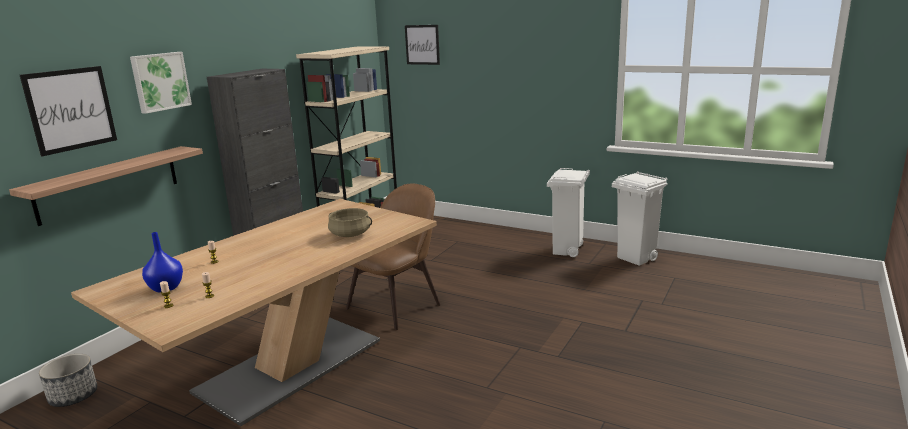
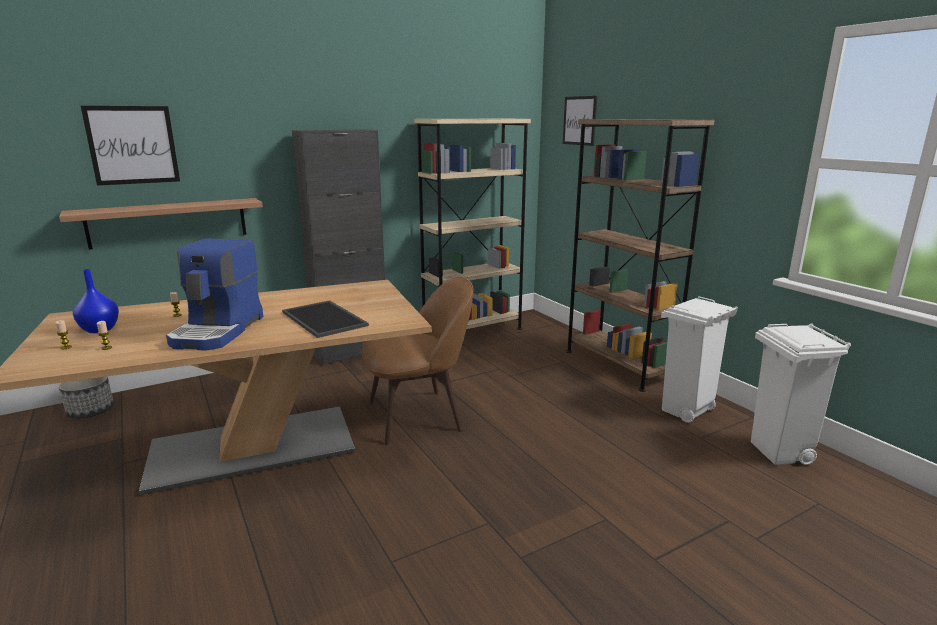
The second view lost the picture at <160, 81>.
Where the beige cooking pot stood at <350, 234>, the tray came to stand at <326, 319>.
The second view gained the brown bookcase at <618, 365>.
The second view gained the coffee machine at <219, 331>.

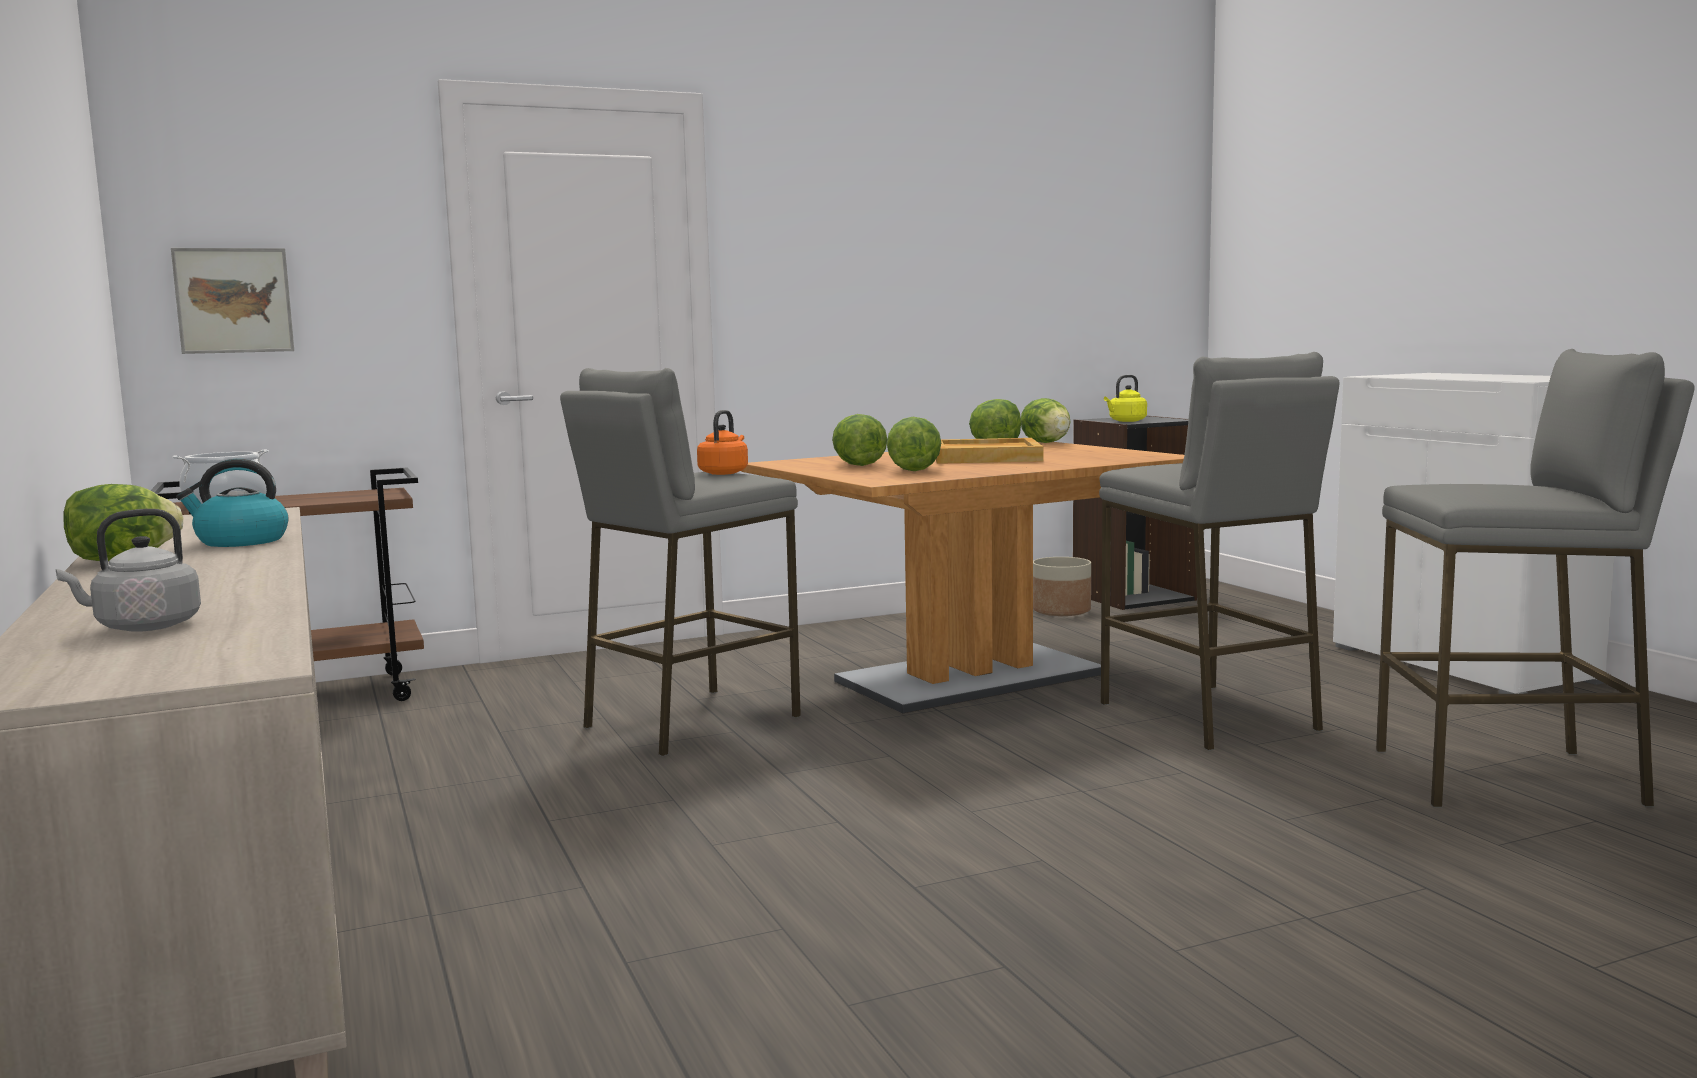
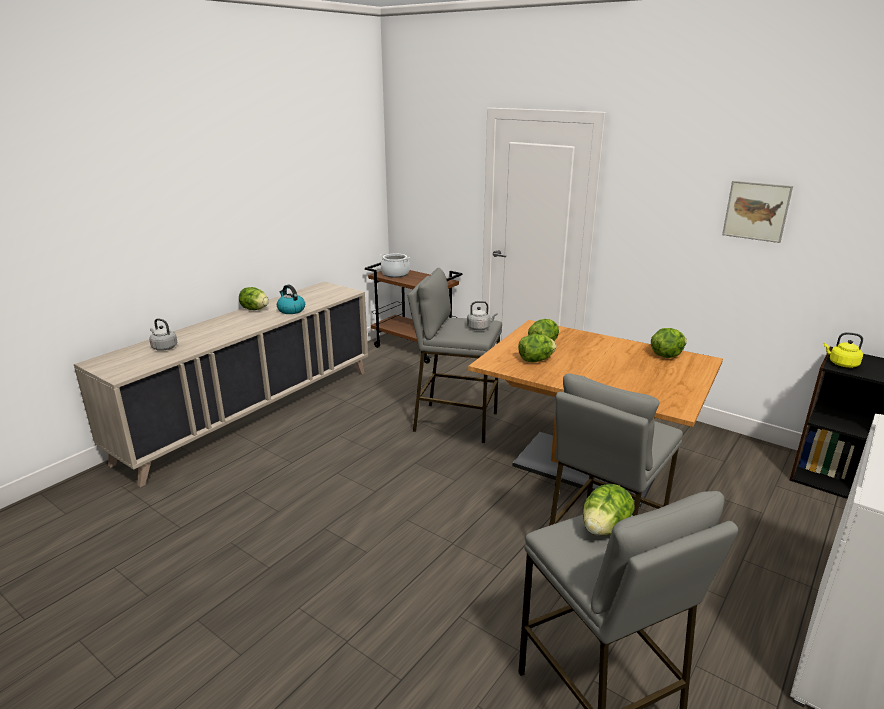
The picture ended up elsewhere, having gone from <234, 300> to <756, 211>.
The lettuce ended up elsewhere, having gone from <1046, 443> to <604, 528>.
What was the orange kettle at <724, 473> turned into the grey kettle at <480, 328>.
The second view lost the beige tray at <987, 457>.
The second view lost the planter at <1061, 610>.

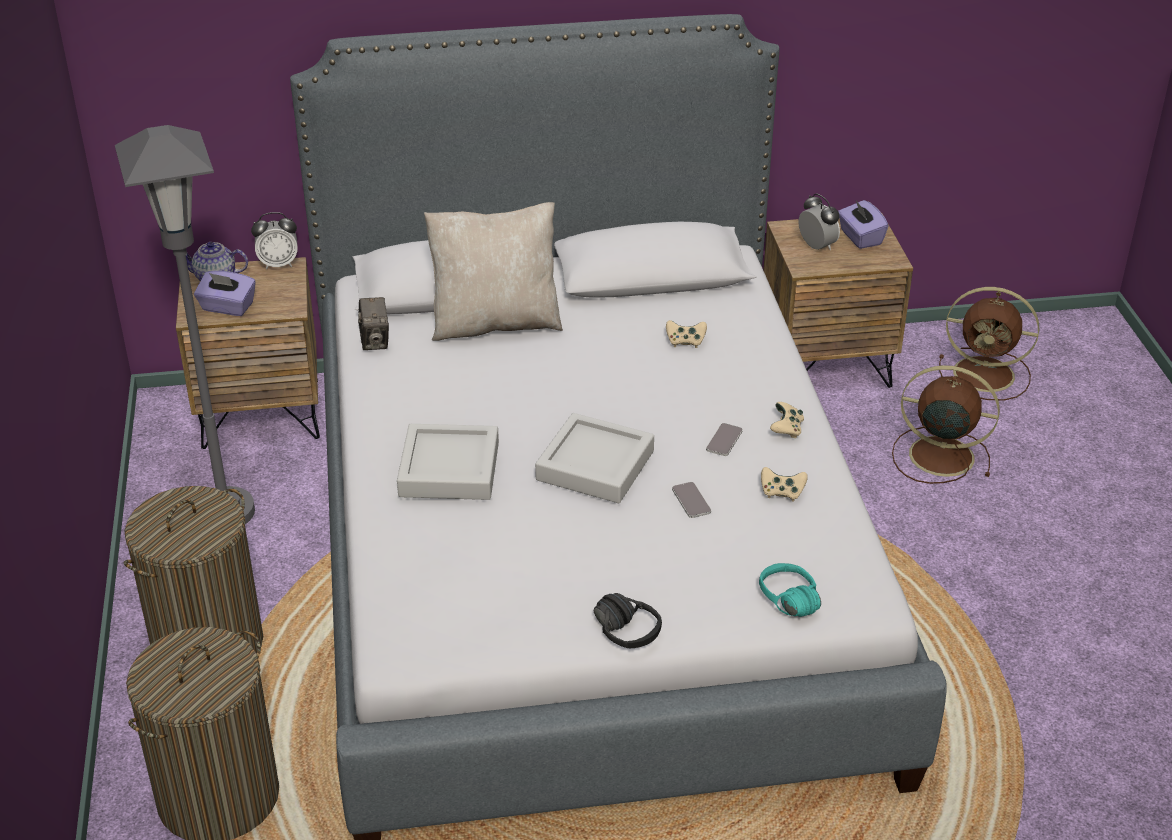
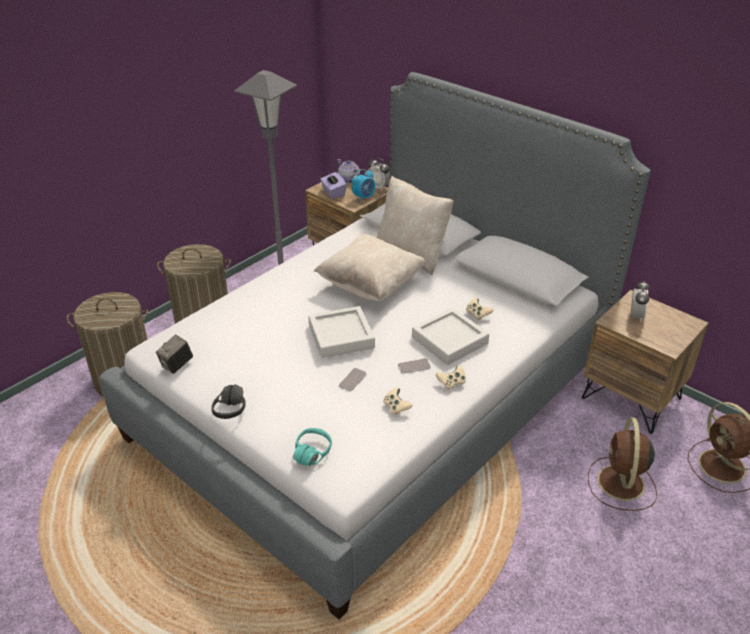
The second view lost the purple tissue box at <860, 237>.
The photo camera ended up elsewhere, having gone from <375, 341> to <177, 365>.
The brown fan at <938, 455> ended up facing another way, 150 degrees counterclockwise from before.
The grey tray ended up elsewhere, having gone from <449, 469> to <449, 340>.
The second view gained the alarm clock at <364, 197>.
The second view gained the beige pillow at <371, 285>.

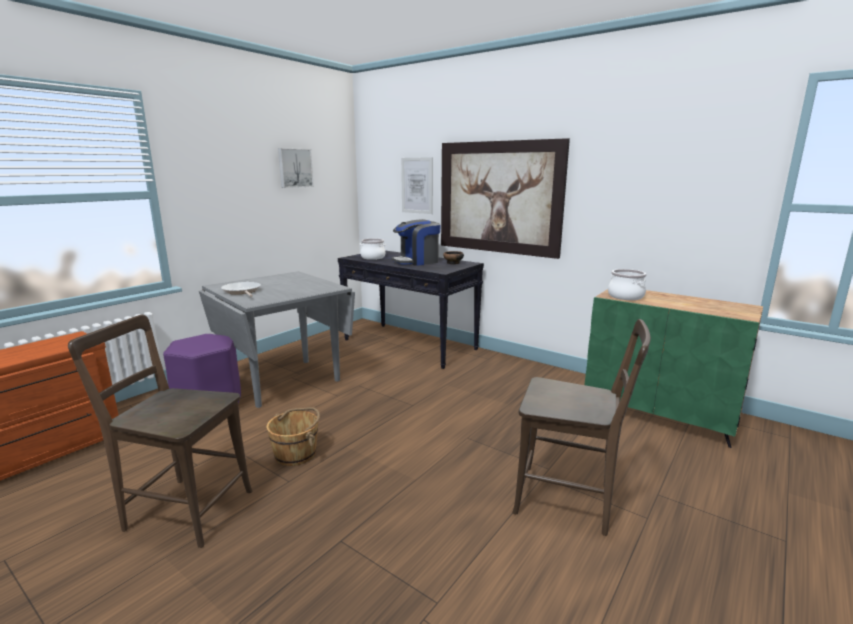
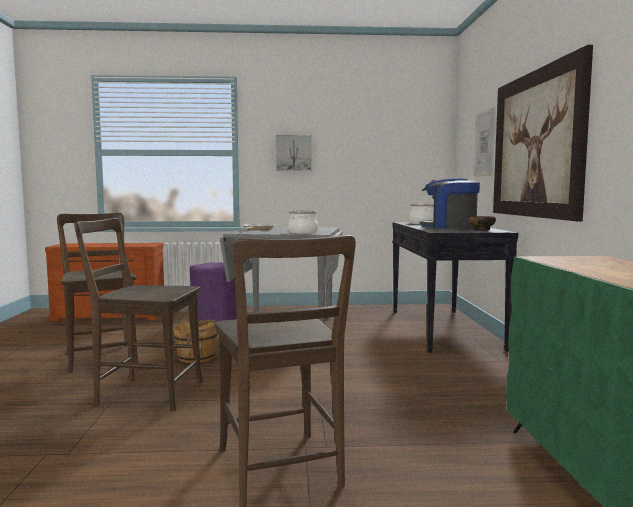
The picture ended up elsewhere, having gone from <295, 168> to <293, 153>.
The cooking pot ended up elsewhere, having gone from <626, 296> to <303, 232>.
The second view gained the brown chair at <145, 393>.

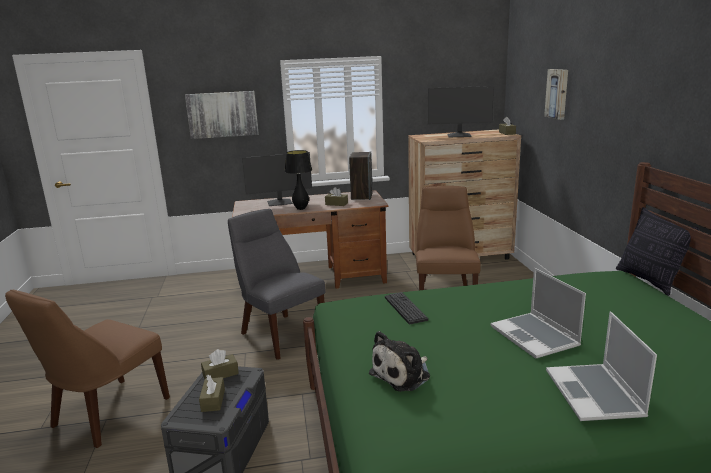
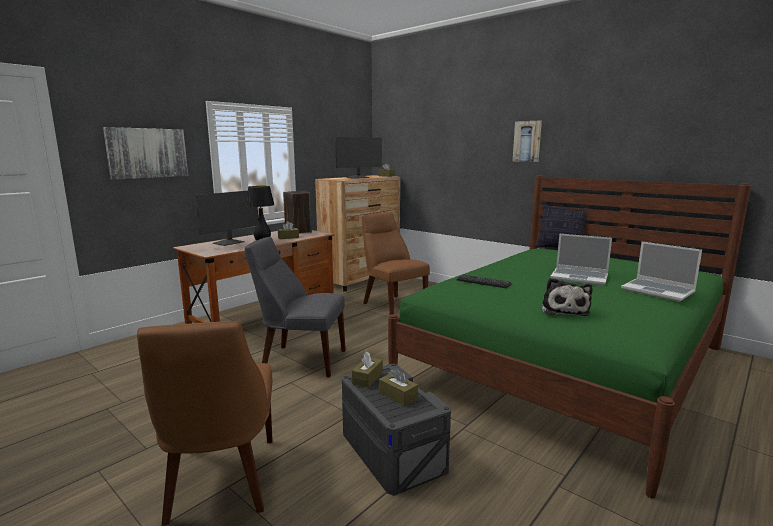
The picture ended up elsewhere, having gone from <558, 93> to <527, 141>.

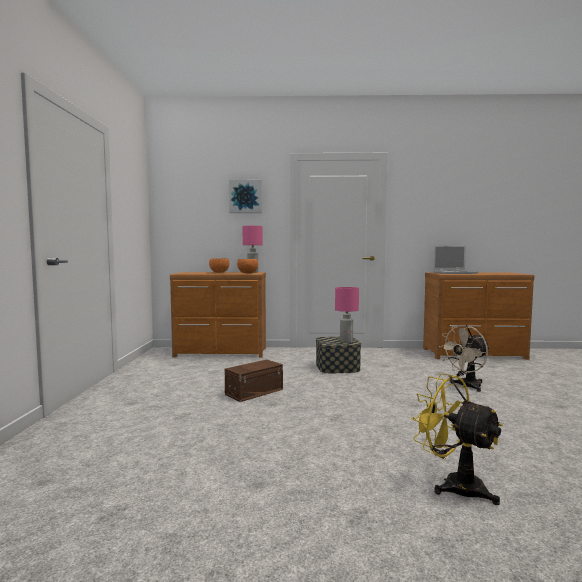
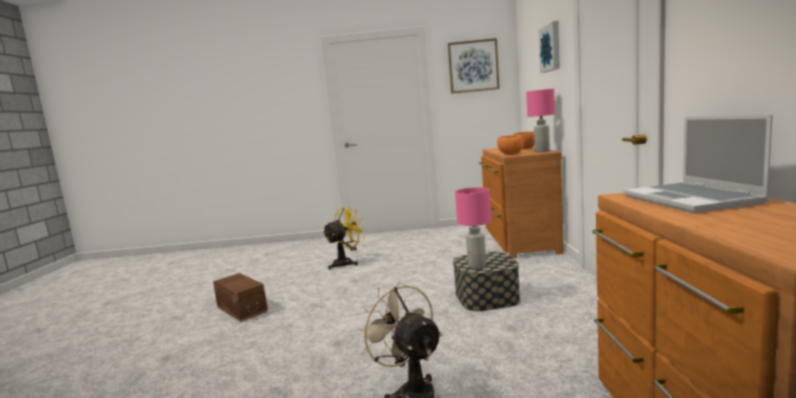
The brown storage box ended up elsewhere, having gone from <253, 392> to <242, 308>.
The yellow fan ended up elsewhere, having gone from <454, 484> to <347, 263>.
The second view gained the picture at <473, 66>.

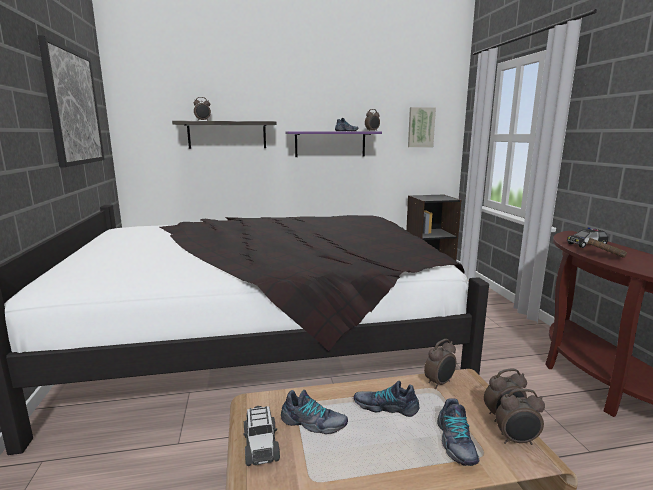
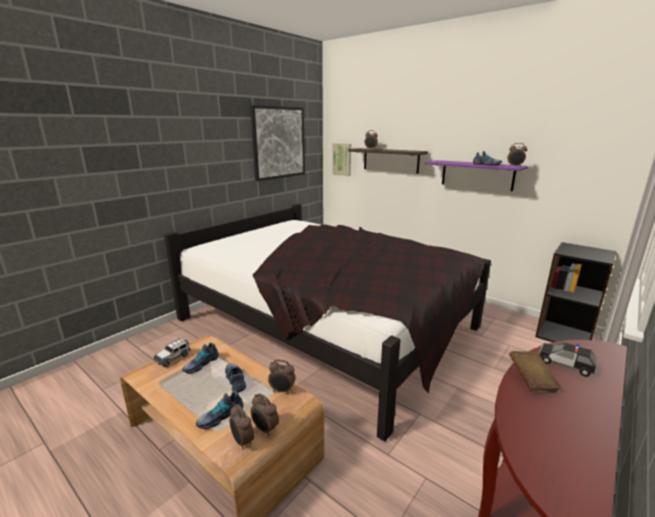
The picture ended up elsewhere, having gone from <420, 127> to <342, 159>.
The shoe at <313, 423> ended up facing another way, 60 degrees clockwise from before.

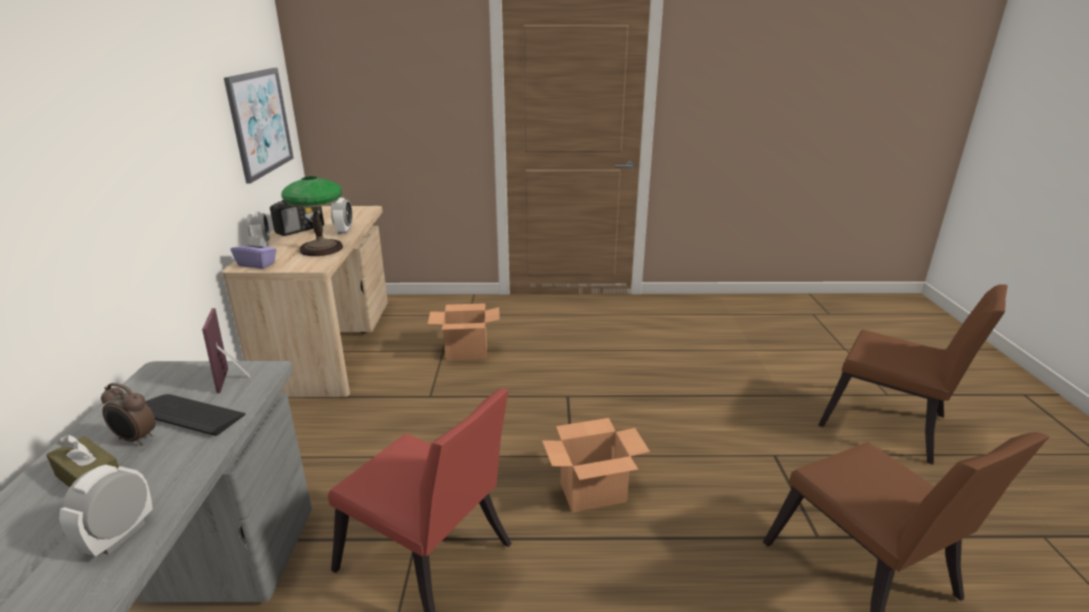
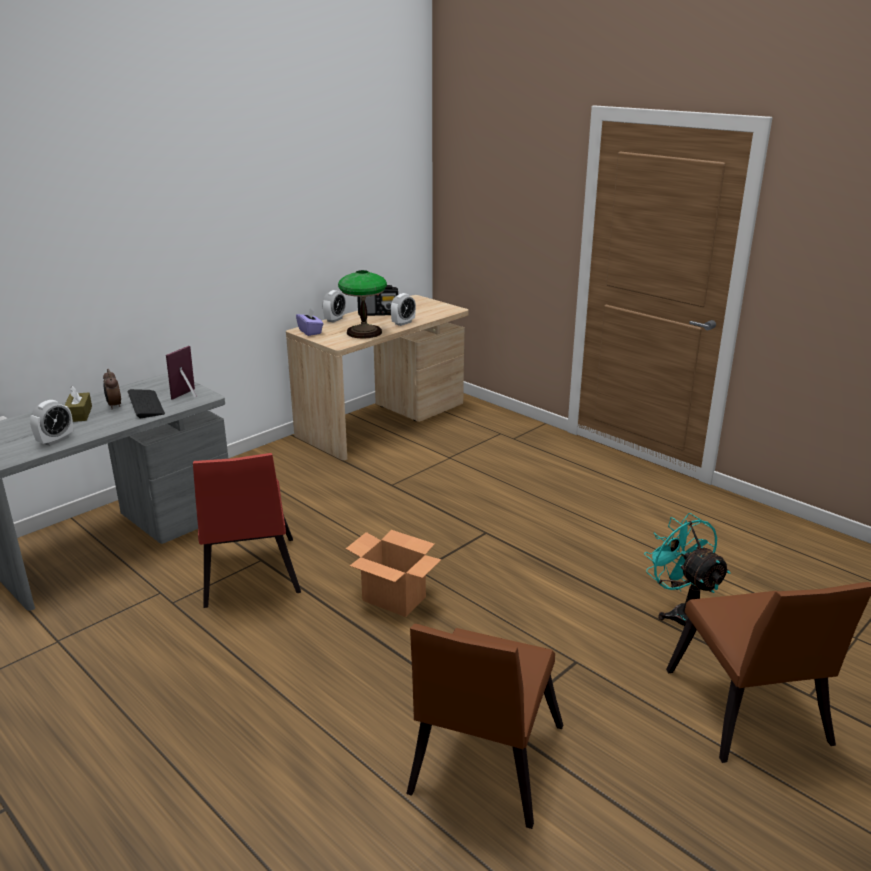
The second view lost the picture at <260, 122>.
The second view lost the cardboard box at <466, 352>.
The alarm clock at <119, 536> ended up facing another way, 150 degrees clockwise from before.
The second view gained the turquoise fan at <682, 614>.

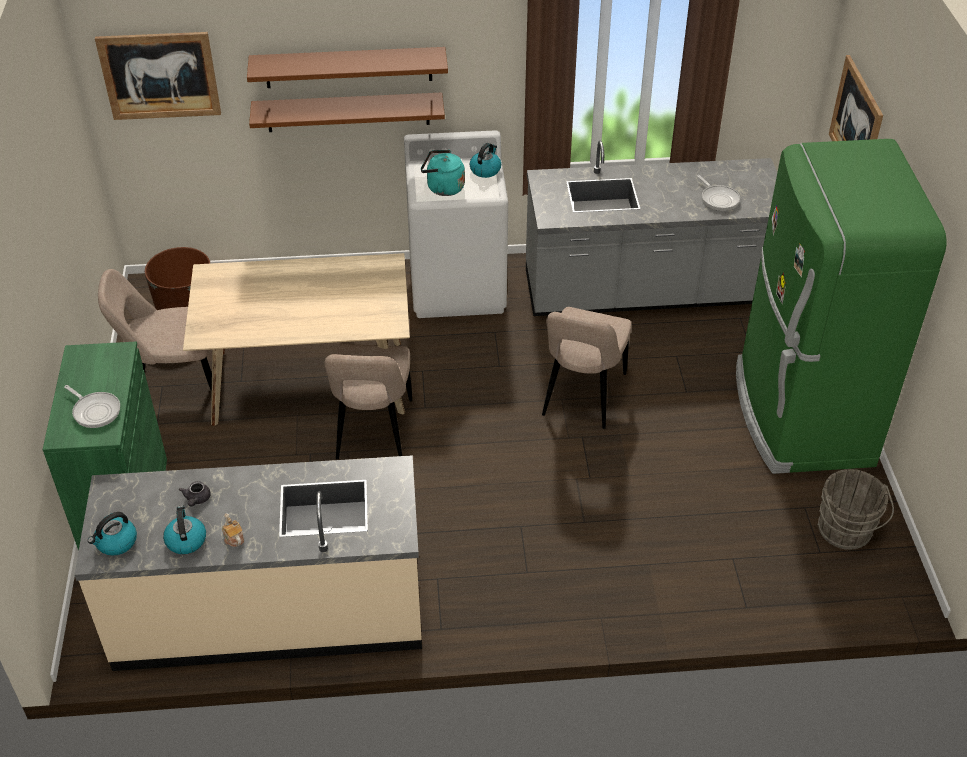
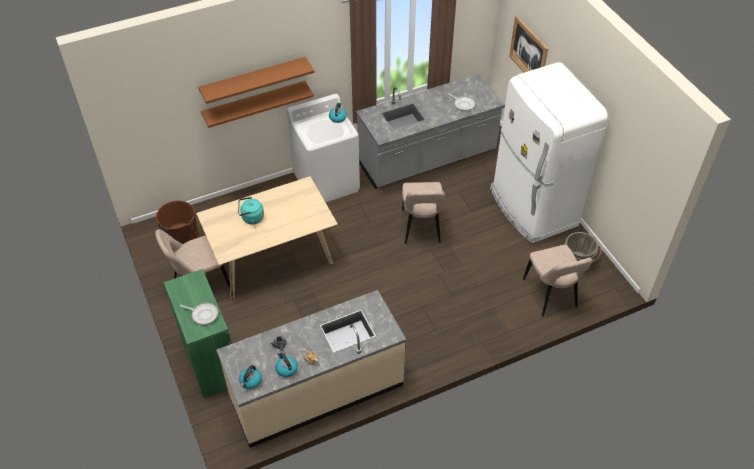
The second view lost the picture at <159, 75>.
What was the green fridge at <800, 415> turned into the white fridge at <532, 208>.
The turquoise kettle ended up elsewhere, having gone from <443, 188> to <251, 218>.
The beige chair ended up elsewhere, having gone from <373, 433> to <551, 295>.

